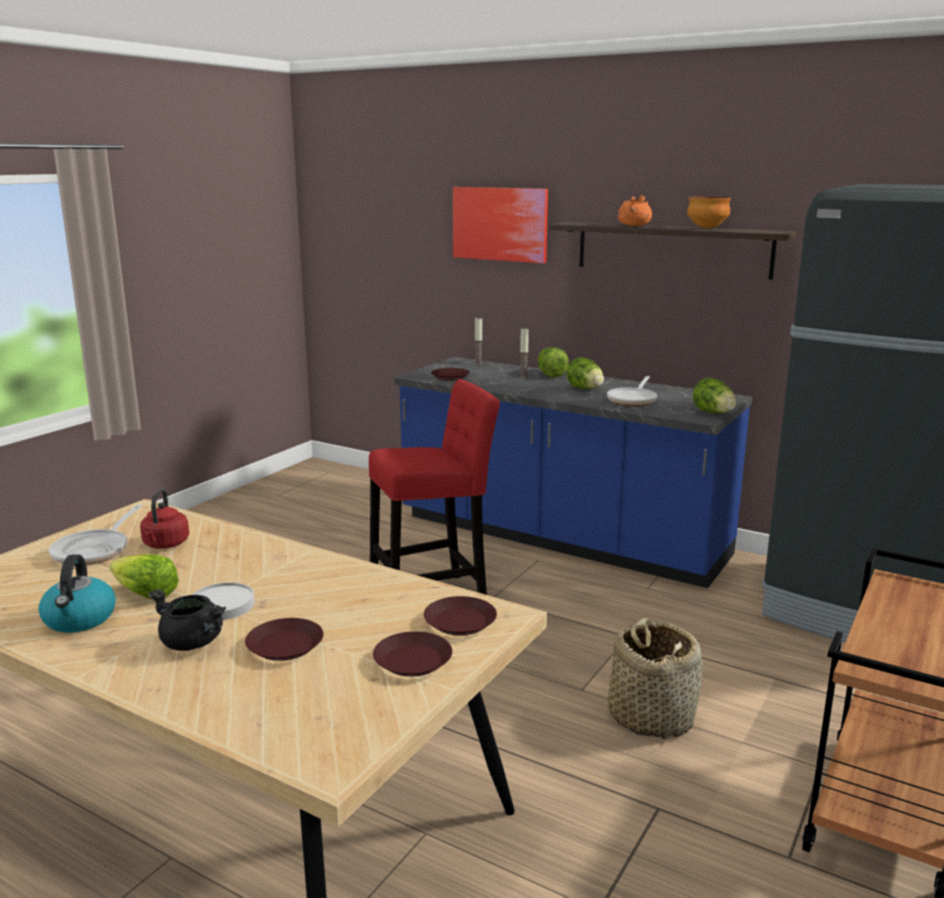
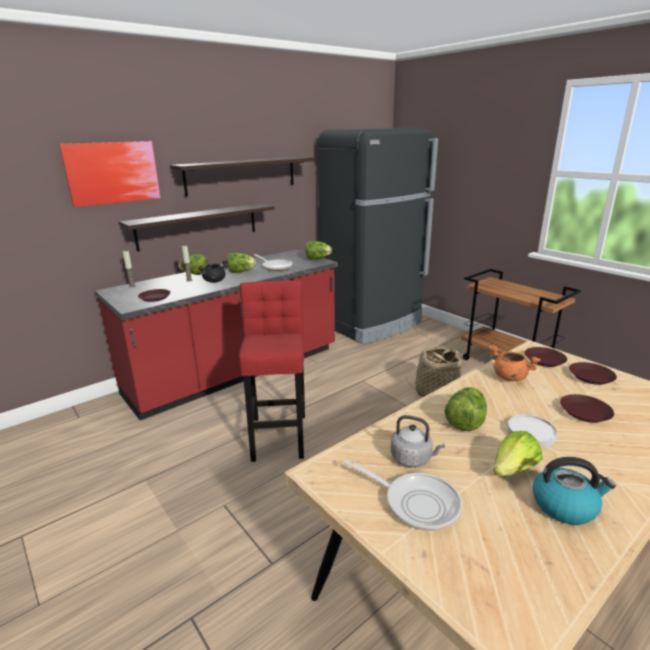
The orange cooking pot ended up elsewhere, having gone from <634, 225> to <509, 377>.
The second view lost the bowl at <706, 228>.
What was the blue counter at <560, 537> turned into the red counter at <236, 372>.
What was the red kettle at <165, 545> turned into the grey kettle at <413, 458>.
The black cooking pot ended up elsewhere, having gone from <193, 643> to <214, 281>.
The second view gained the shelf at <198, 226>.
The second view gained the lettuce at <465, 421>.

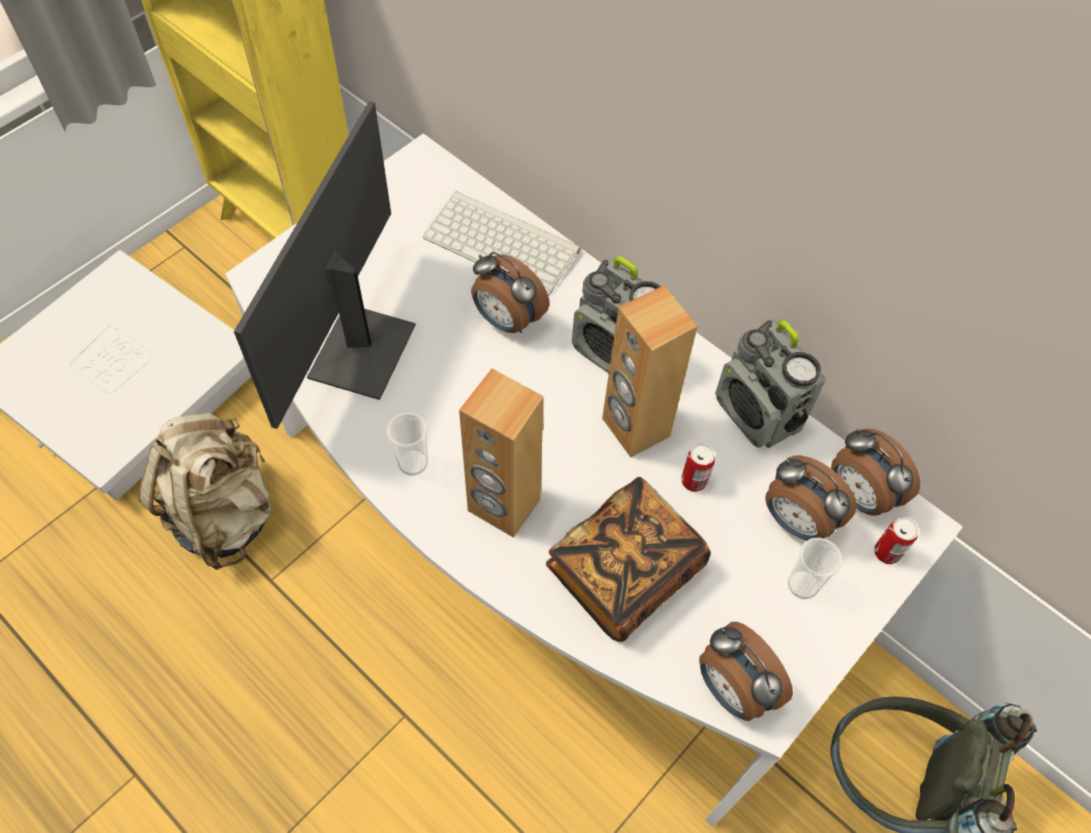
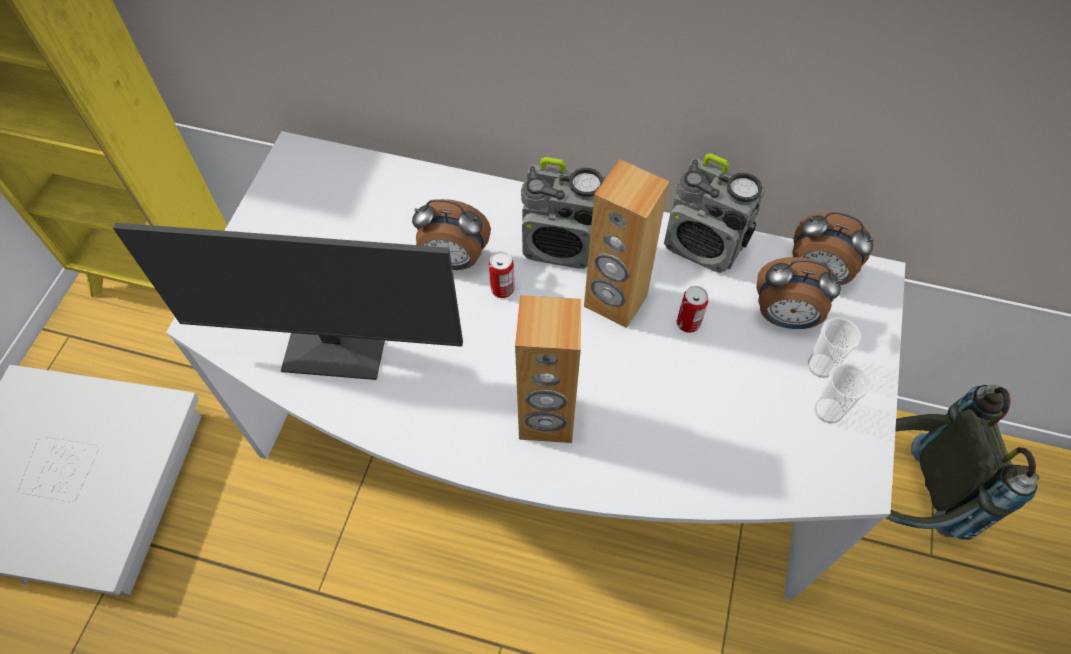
The monitor at <358, 350> ended up facing another way, 75 degrees counterclockwise from before.
The second view lost the keyboard at <504, 243>.
The cup ended up elsewhere, having gone from <413, 463> to <828, 411>.
The second view lost the beige backpack at <224, 513>.
The second view lost the book at <624, 571>.
The can ended up elsewhere, having gone from <887, 552> to <502, 289>.
The second view lost the alarm clock at <732, 689>.

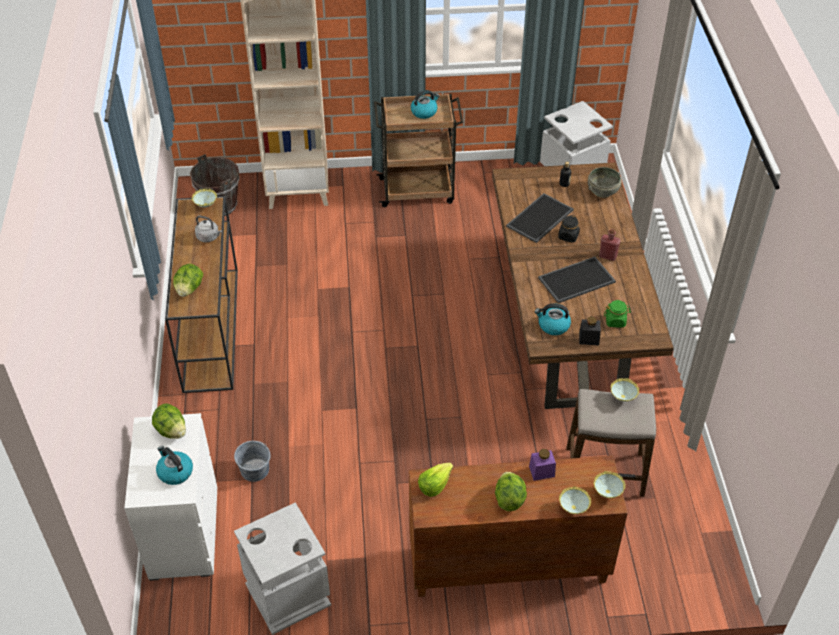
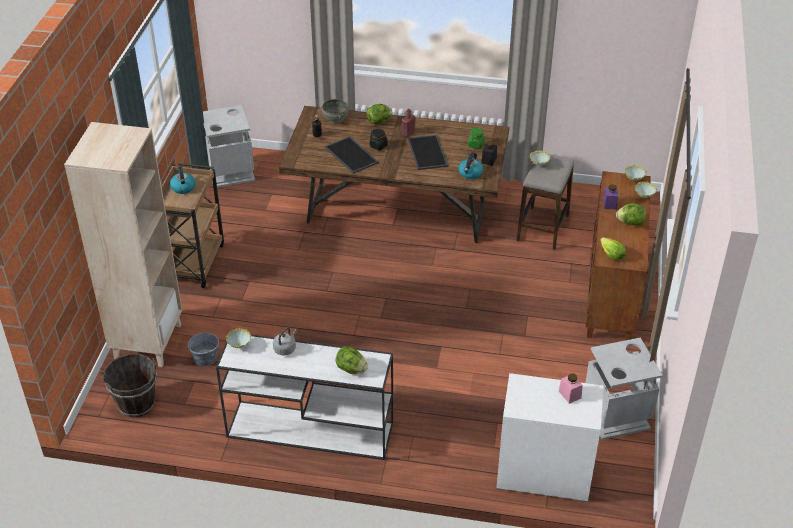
What was the brown console table at <211, 327> turned into the white console table at <308, 430>.
The lettuce ended up elsewhere, having gone from <171, 431> to <379, 121>.
The grey bucket ended up elsewhere, having gone from <255, 470> to <205, 357>.
Where the kettle stood at <175, 472>, the pink jar came to stand at <569, 394>.

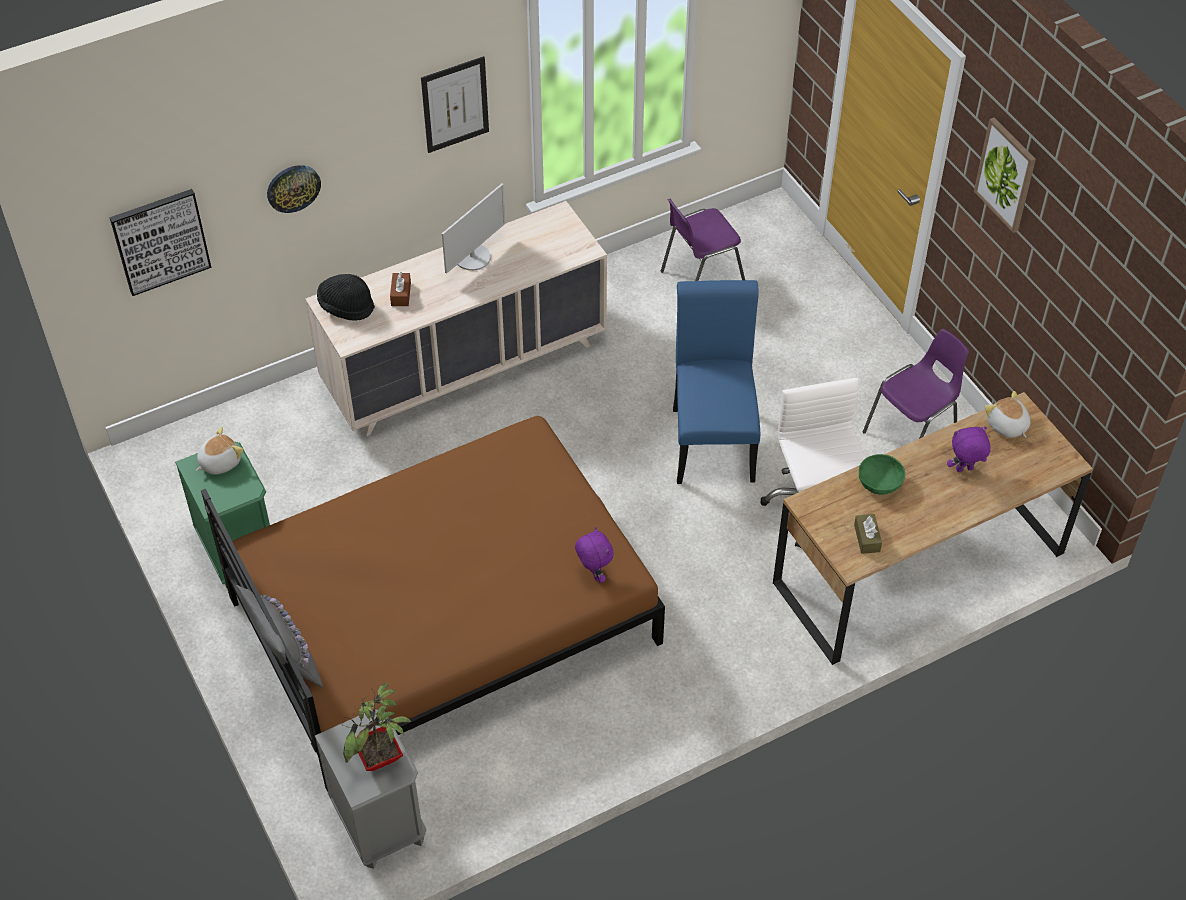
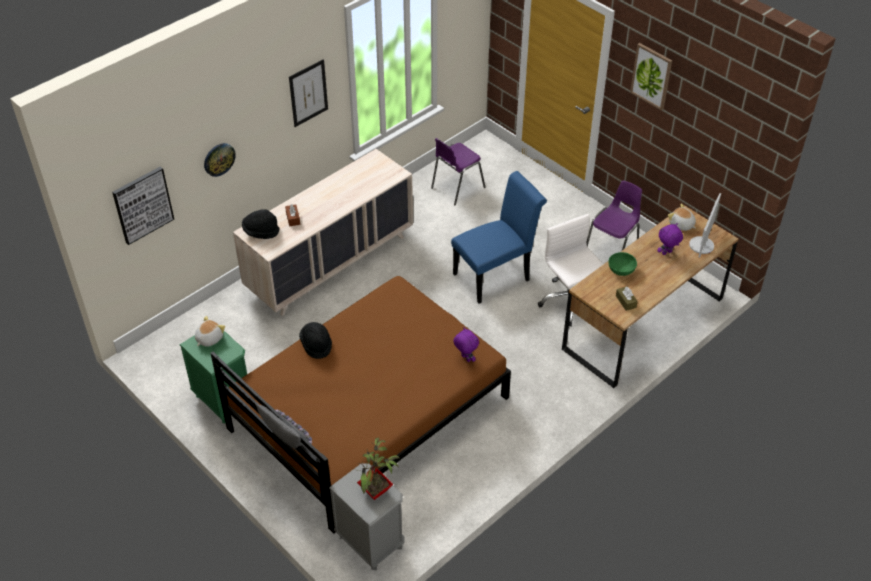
The monitor ended up elsewhere, having gone from <473, 257> to <702, 245>.
The blue chair at <712, 438> ended up facing another way, 75 degrees clockwise from before.
The second view gained the black hat at <316, 345>.

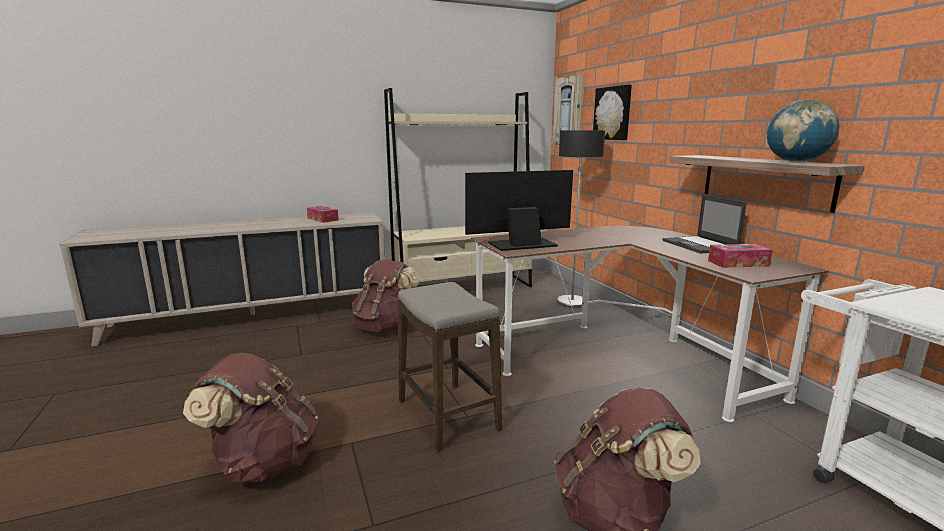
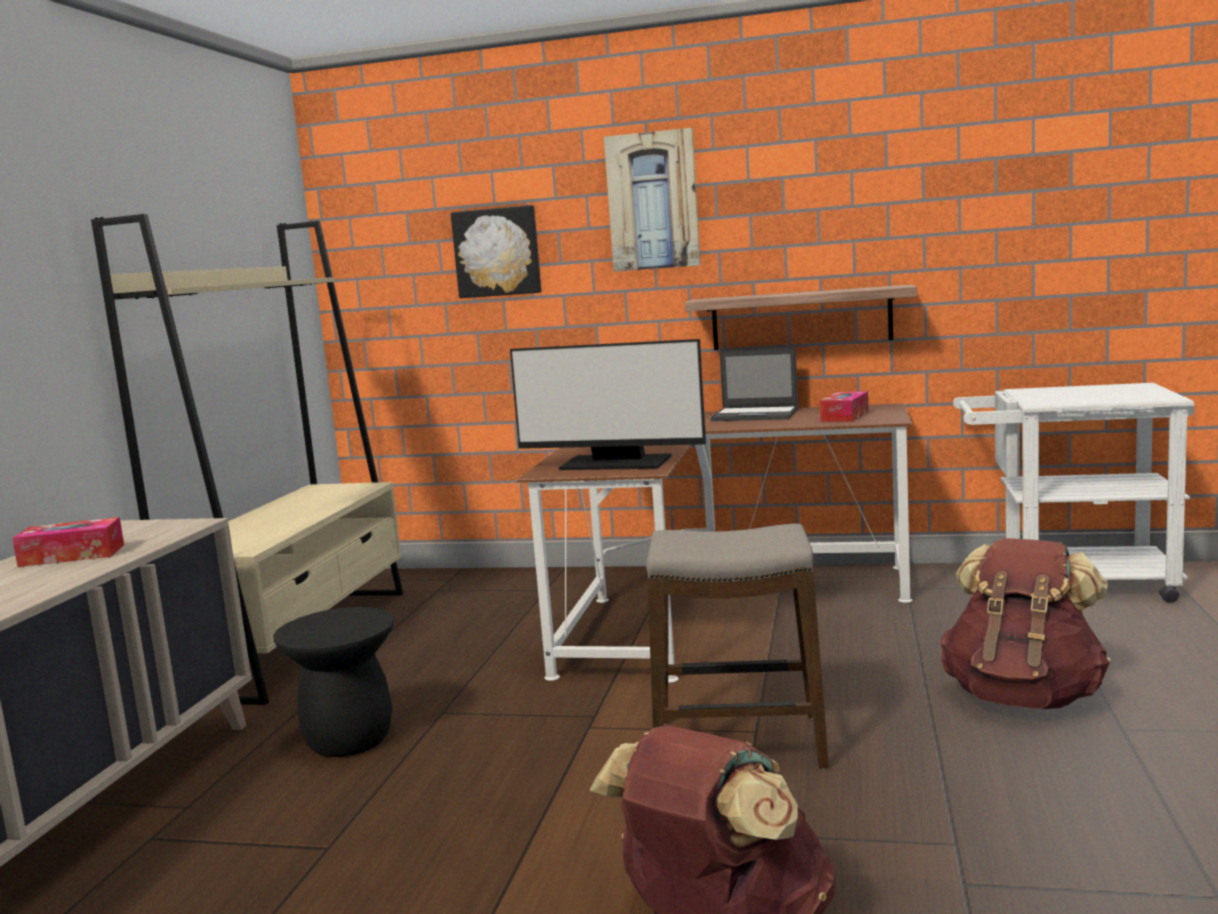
The picture ended up elsewhere, having gone from <568, 111> to <653, 201>.
The second view lost the globe at <796, 162>.
The second view lost the floor lamp at <571, 302>.
The monitor at <521, 244> ended up facing another way, 90 degrees counterclockwise from before.
Where the brown backpack stood at <385, 327>, the black stool came to stand at <349, 740>.

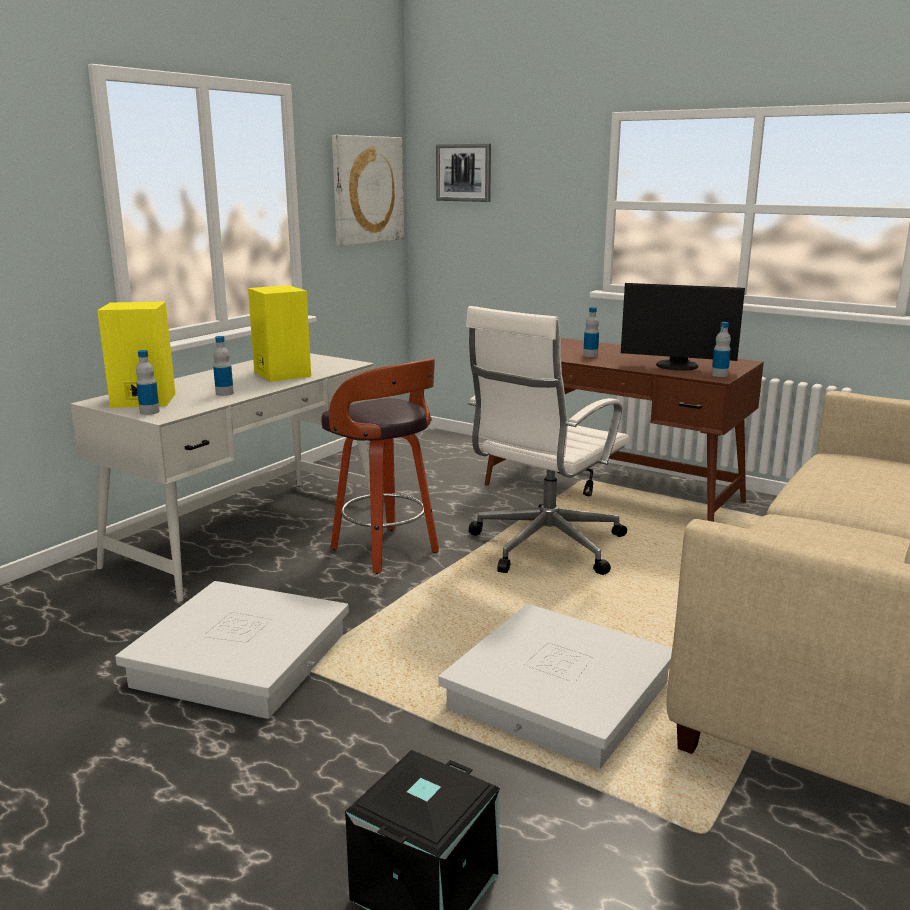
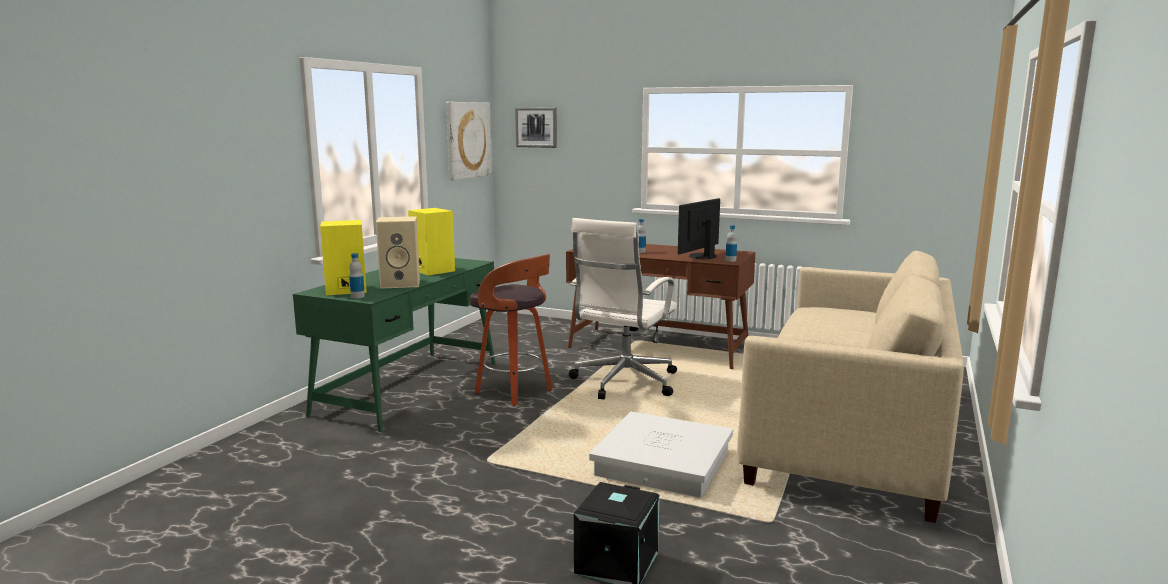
The monitor at <677, 366> ended up facing another way, 120 degrees clockwise from before.
Where the bottle stood at <224, 393>, the beige speaker came to stand at <401, 283>.
What was the white desk at <250, 533> turned into the green desk at <410, 387>.
The second view lost the white storage box at <240, 661>.

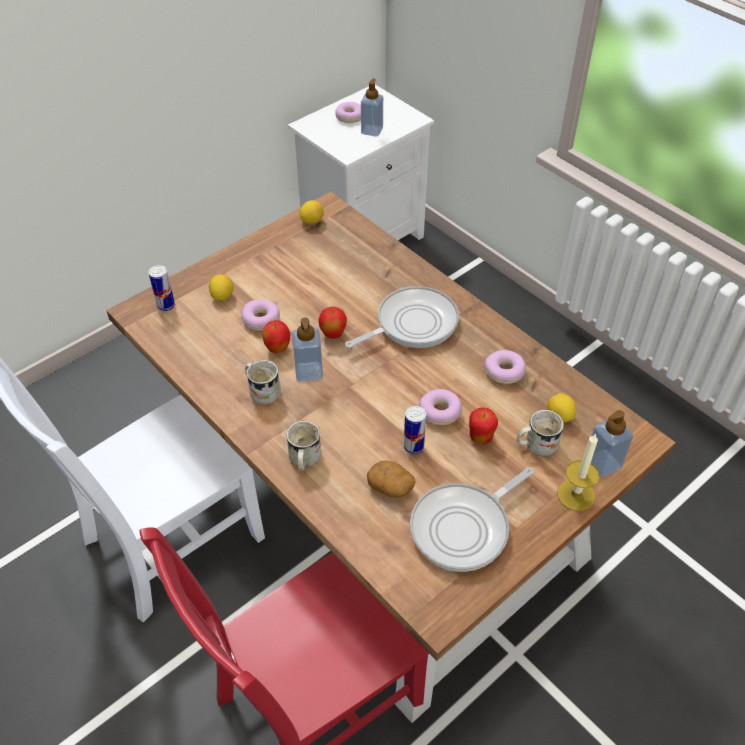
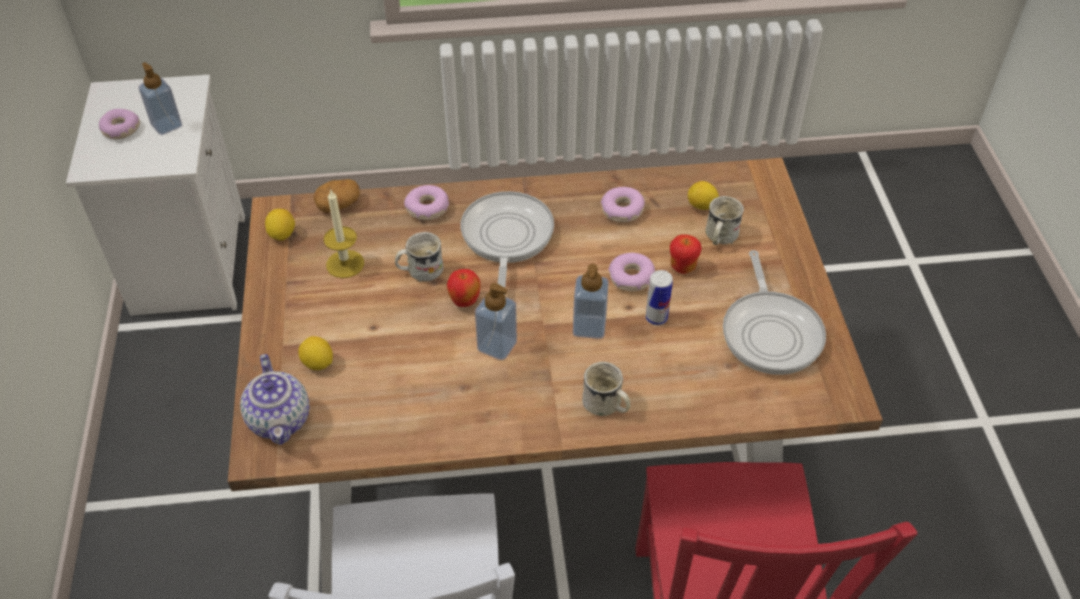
Where the can stood at <166, 306>, the teapot came to stand at <280, 420>.
The donut ended up elsewhere, having gone from <261, 320> to <427, 208>.
The second view lost the apple at <277, 349>.
The white mug ended up elsewhere, having gone from <262, 390> to <420, 271>.
The soap dispenser ended up elsewhere, having gone from <602, 464> to <589, 327>.
The candle ended up elsewhere, having gone from <576, 495> to <345, 264>.
The potato ended up elsewhere, having gone from <391, 486> to <338, 204>.

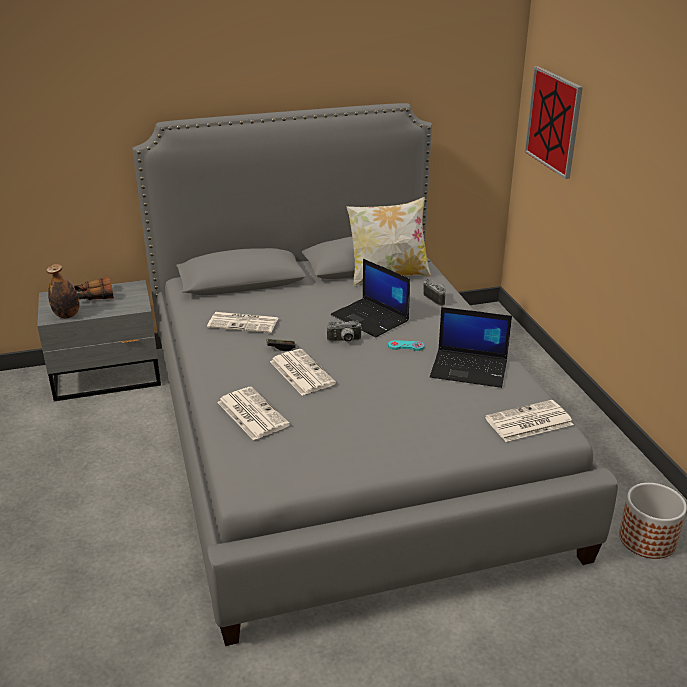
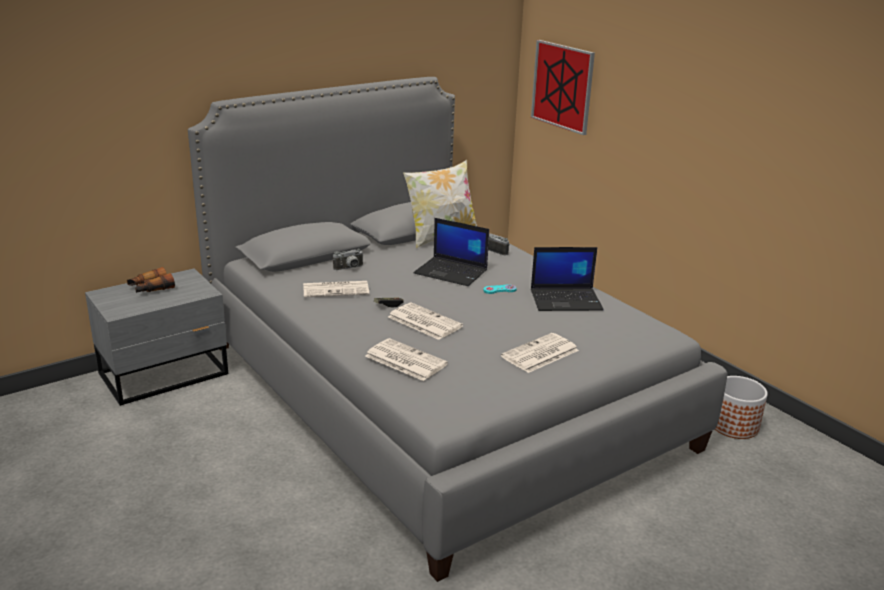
The second view lost the bottle at <67, 315>.
The photo camera ended up elsewhere, having gone from <344, 341> to <349, 268>.
The newspaper ended up elsewhere, having gone from <528, 422> to <539, 354>.

